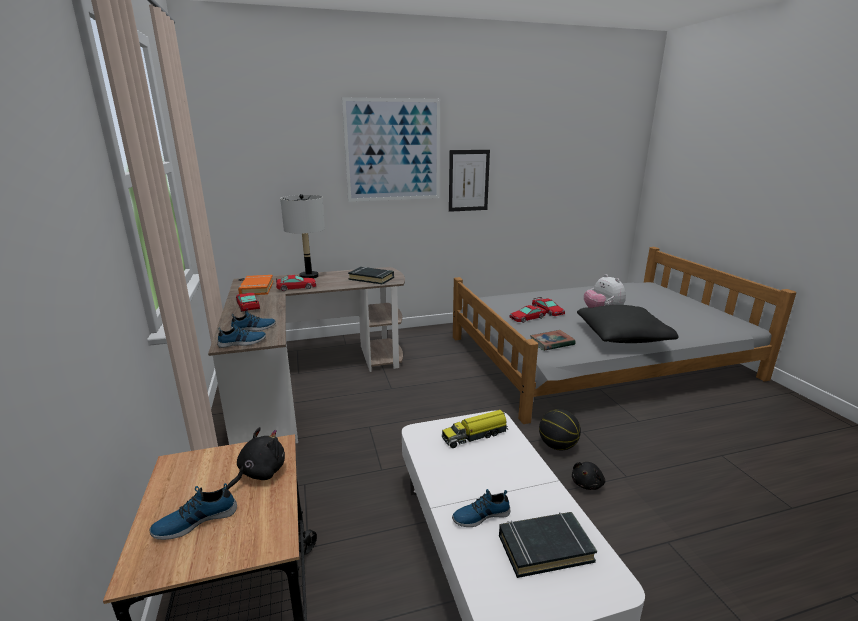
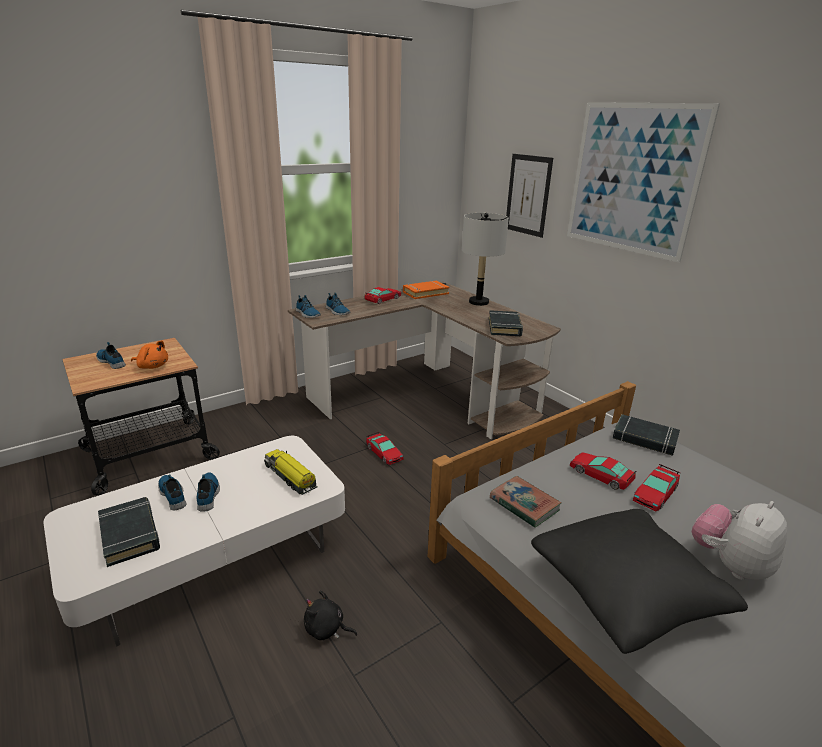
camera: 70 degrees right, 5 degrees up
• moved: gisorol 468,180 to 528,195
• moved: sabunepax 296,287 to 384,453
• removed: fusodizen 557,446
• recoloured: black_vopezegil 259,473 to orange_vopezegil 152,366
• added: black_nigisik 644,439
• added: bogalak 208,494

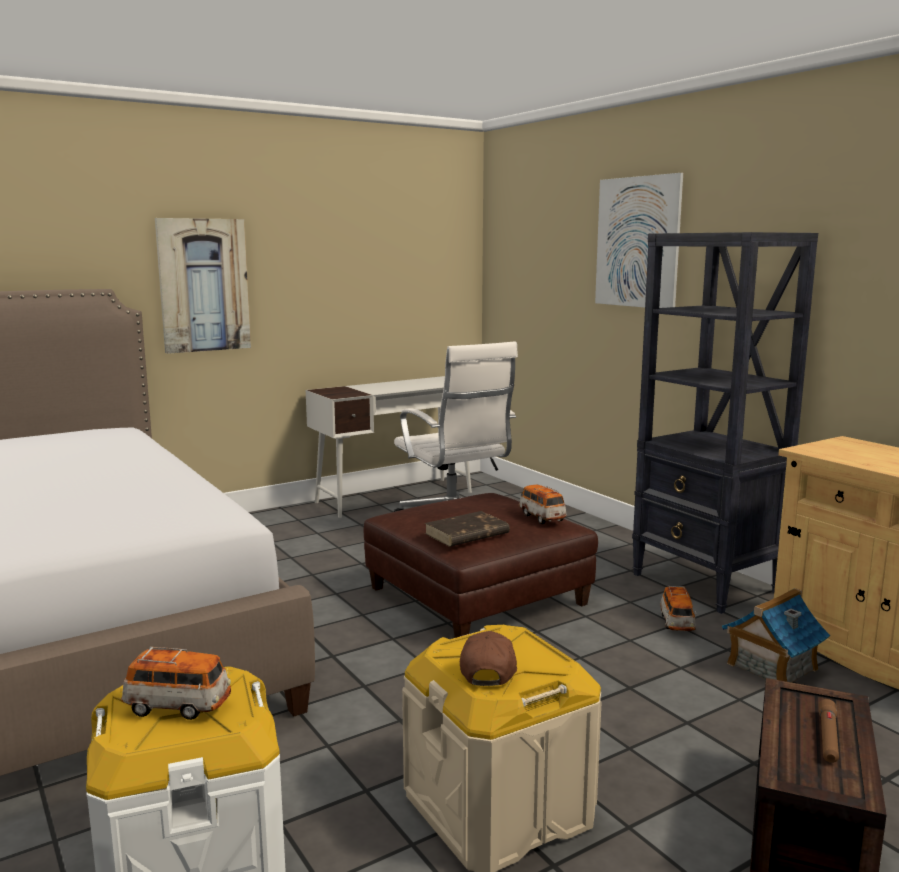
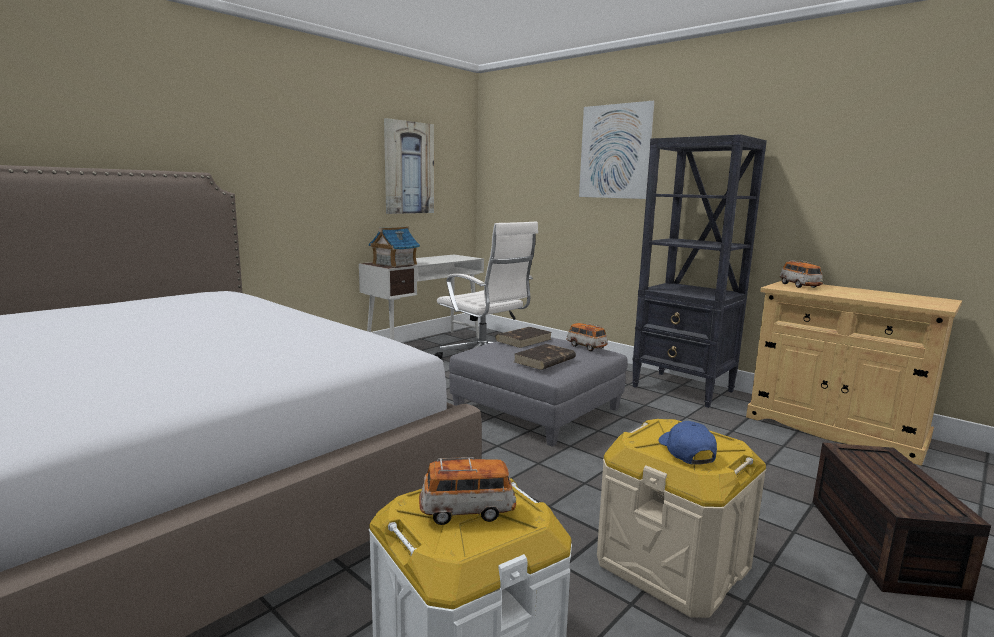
camera: 15 degrees left, 0 degrees up
• moved: gisorol 203,285 to 409,168
• recoloured: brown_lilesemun 477,596 to grey_lilesemun 537,410
• moved: sabunepax 677,623 to 799,286
• moved: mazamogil 771,666 to 394,264
• recoloured: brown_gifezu 488,669 to blue_gifezu 686,452
• removed: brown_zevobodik 828,738
• added: brown_nigisik 524,340

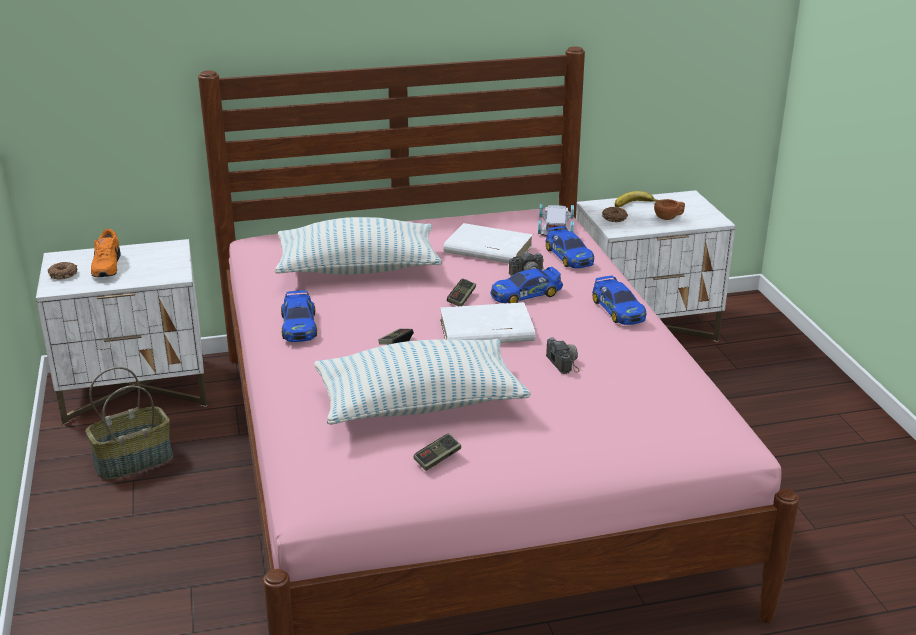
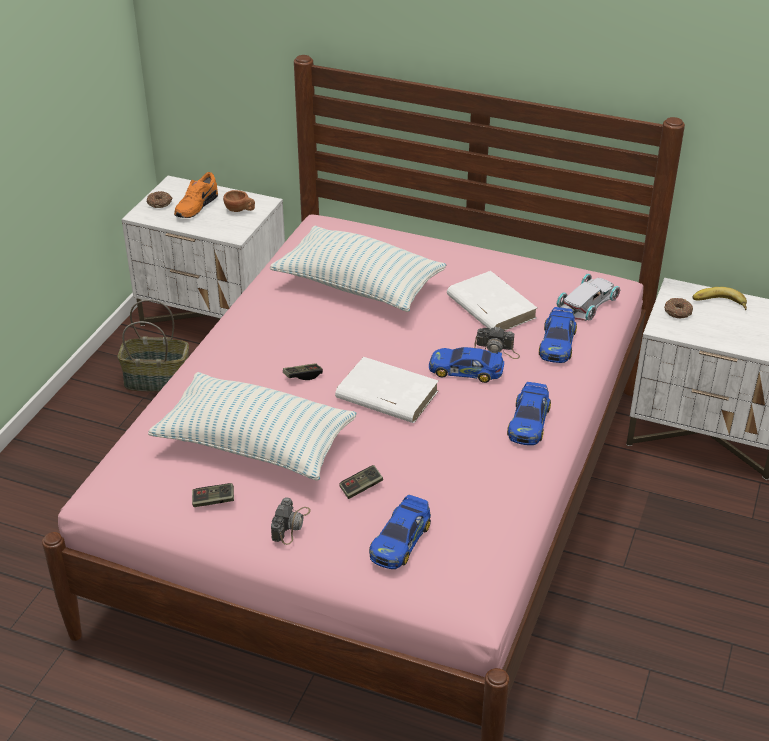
camera: 35 degrees right, 10 degrees up
• moved: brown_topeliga 669,218 to 240,210
• moved: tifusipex 461,298 to 361,487
• moved: sabunepax 299,325 to 400,540
• moved: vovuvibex 562,360 to 291,524

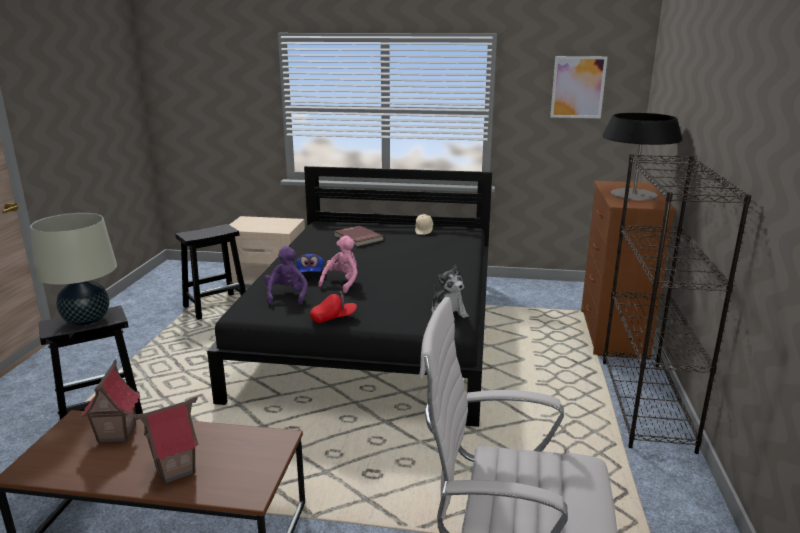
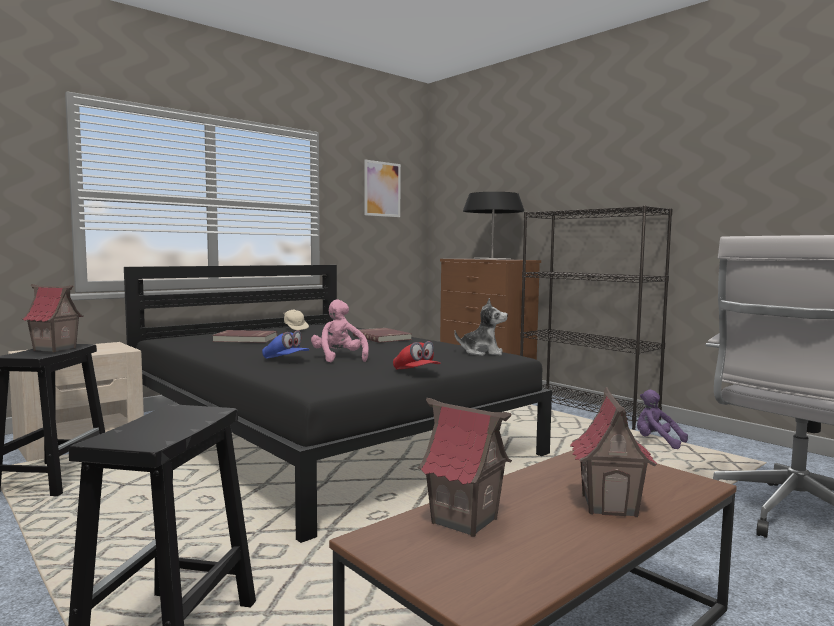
camera: 50 degrees left, 15 degrees down
• removed: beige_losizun 86,321
• moved: purple_vopezegil 287,296 to 656,442
• turned: red_gifezu 333,318 = 416,372 120 degrees clockwise
• added: mazamogil 54,349
• added: red_nigisik 382,337

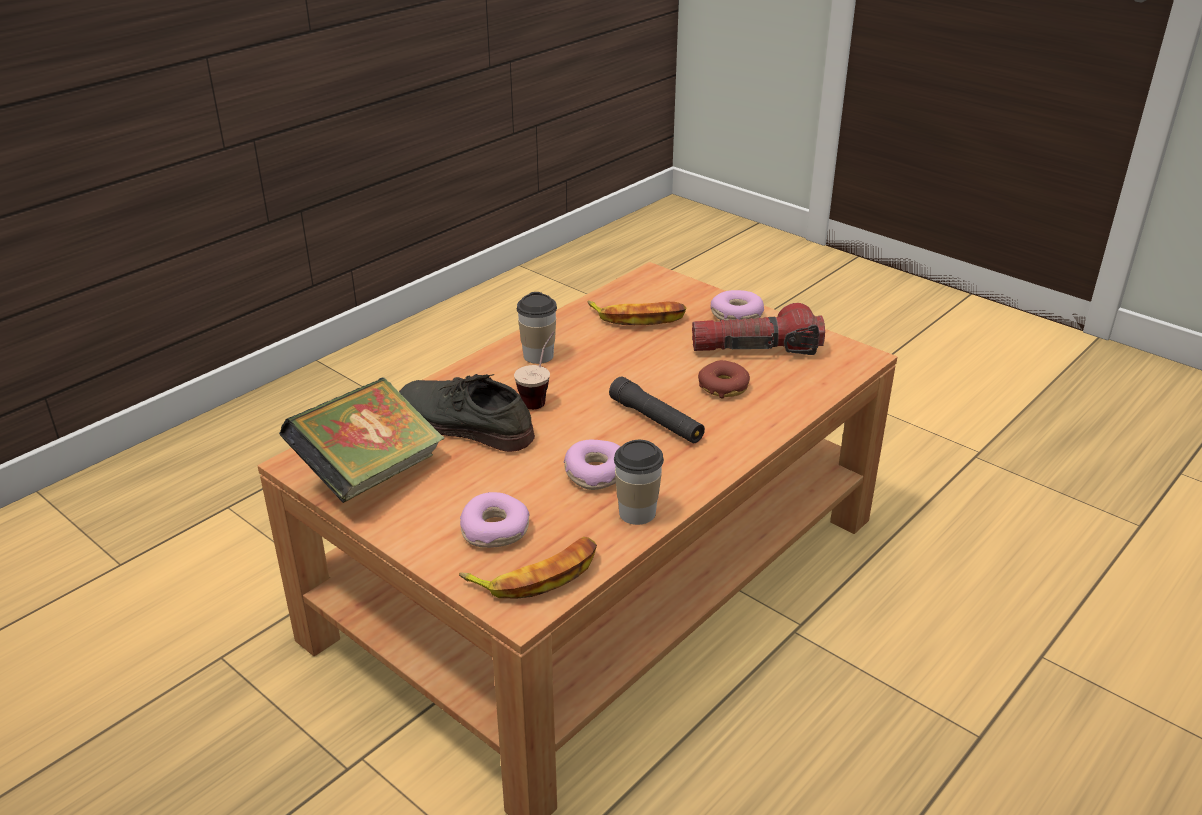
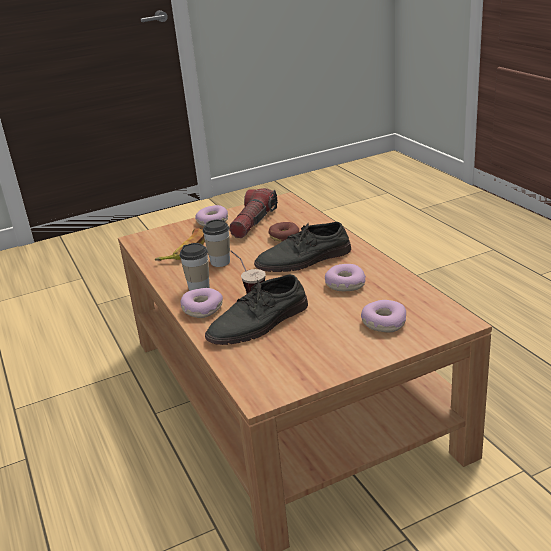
camera: 65 degrees left, 5 degrees down
• replaced: black_zevobodik 656,420 to grey_bogalak 304,260
• removed: nigisik 370,474
• moved: topeliga 637,513 to 220,262
• removed: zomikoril 536,575
• added: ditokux 202,309

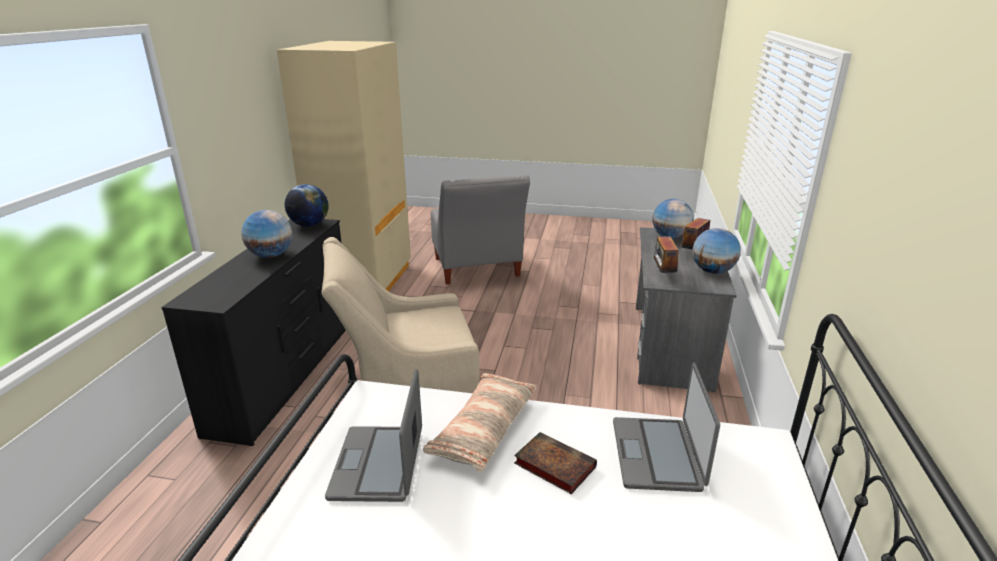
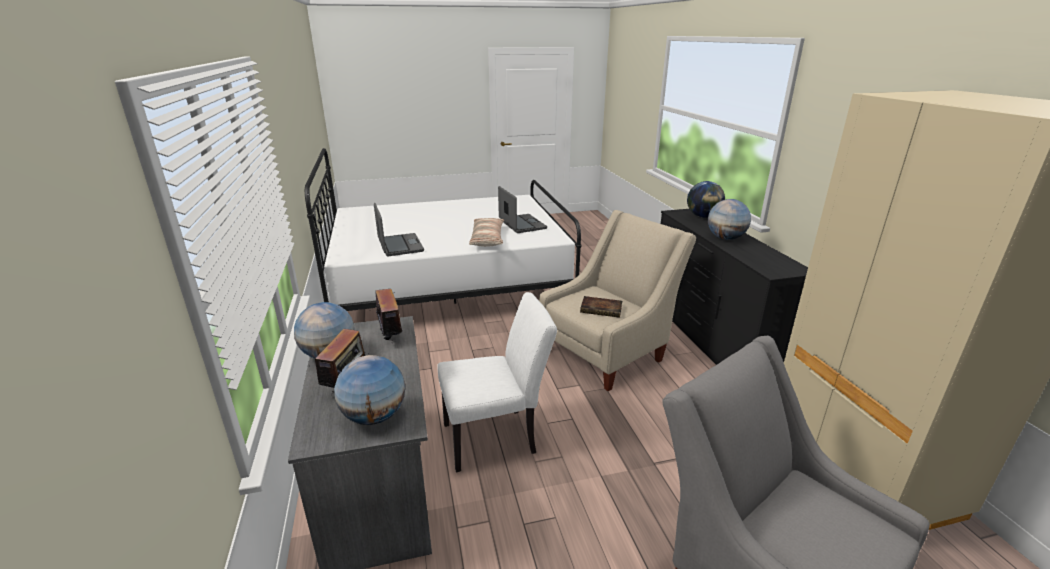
camera: 155 degrees right, 0 degrees up
• moved: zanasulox 309,225 to 703,216
• moved: nigisik 552,465 to 602,309
• added: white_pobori 497,437

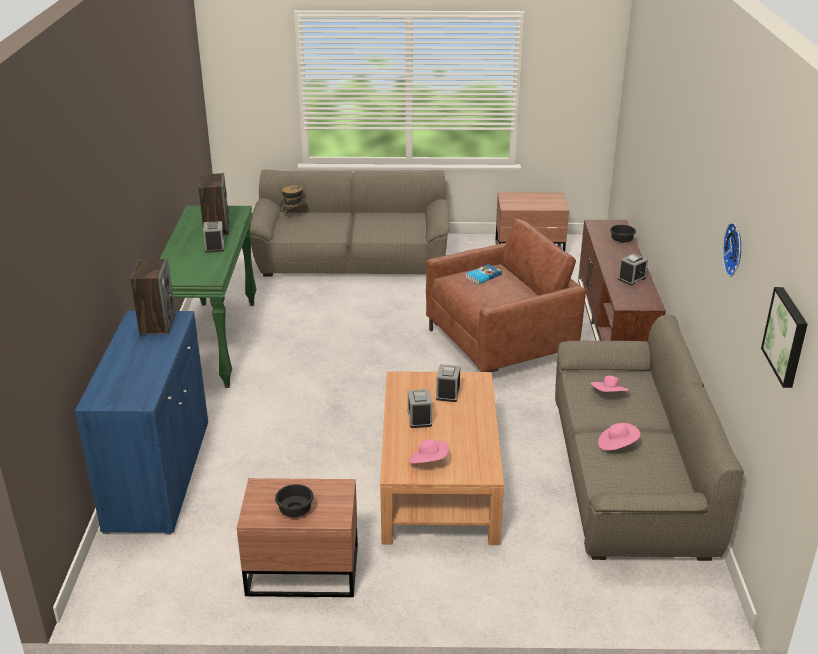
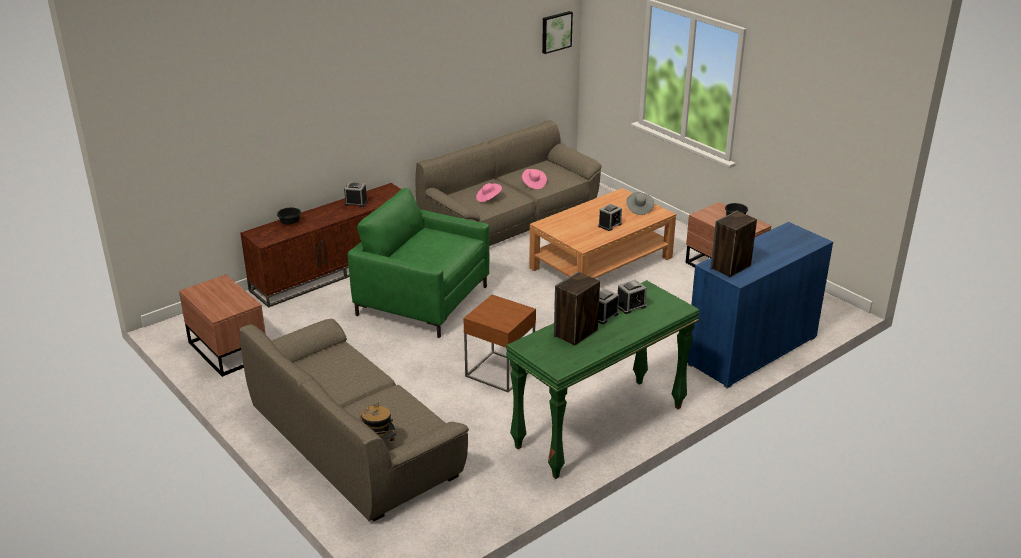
camera: 130 degrees left, 0 degrees up
• recoloured: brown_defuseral 500,345 to green_defuseral 422,301
• removed: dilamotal 735,249
• removed: nigisik 482,276
• moved: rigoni 448,393 to 631,306
• recoloured: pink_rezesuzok 428,461 to grey_rezesuzok 639,209
• added: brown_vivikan 500,371

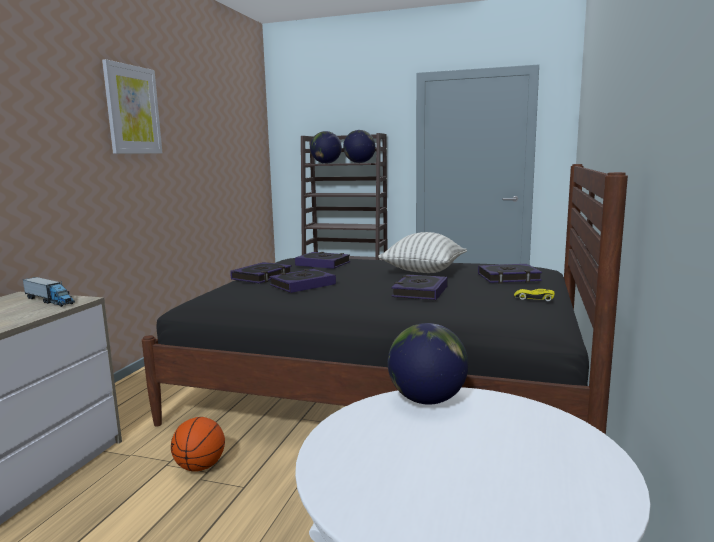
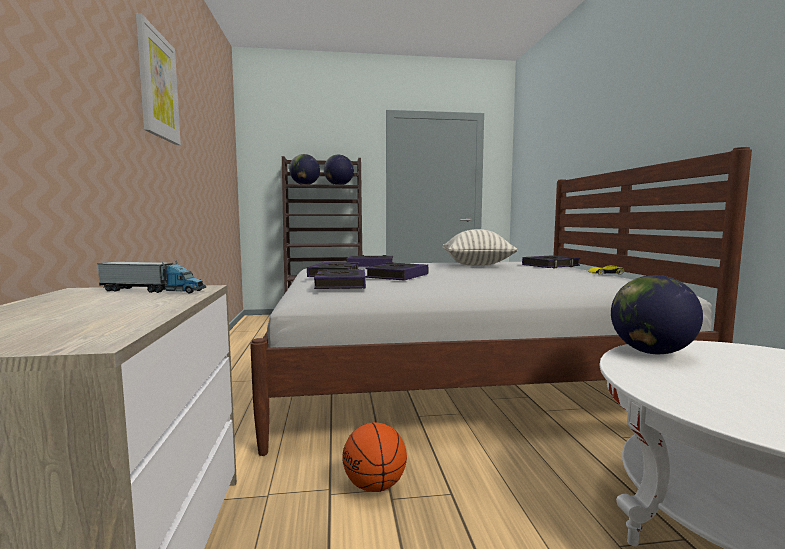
camera: 25 degrees left, 5 degrees down
• recoloured: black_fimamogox 386,386 to white_fimamogox 456,376
• moved: nigisik 420,292 to 340,284

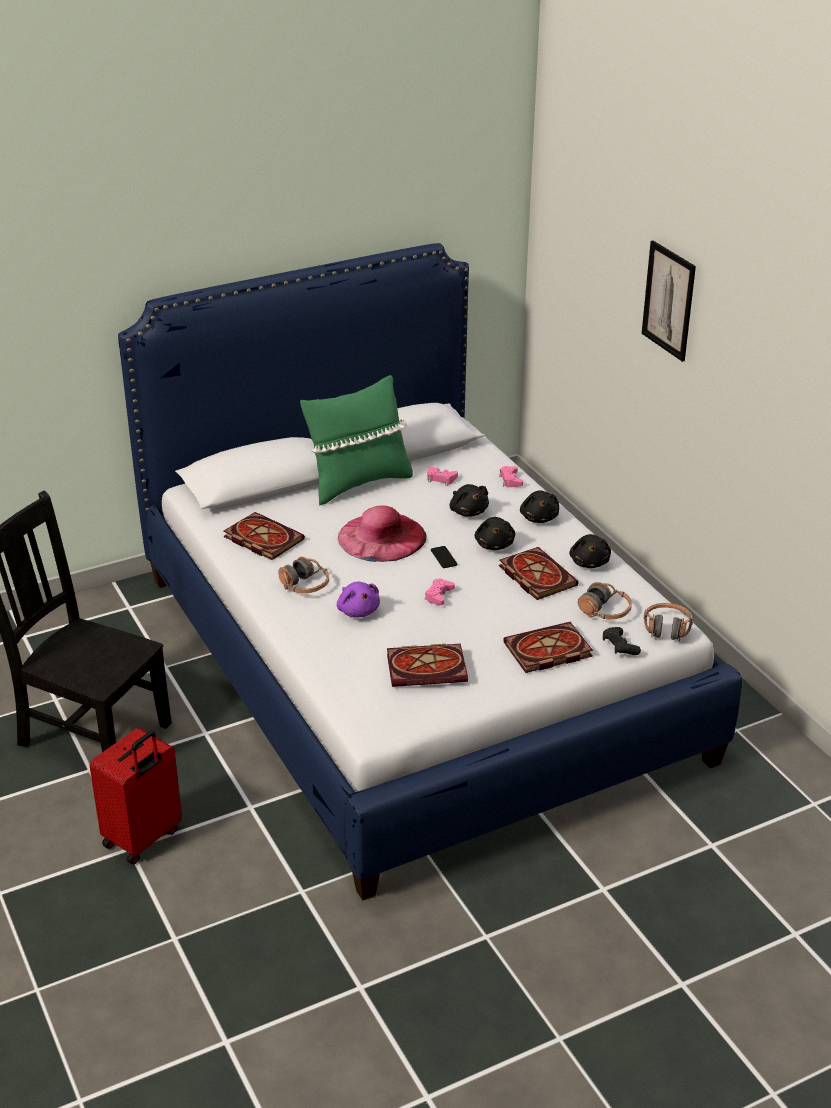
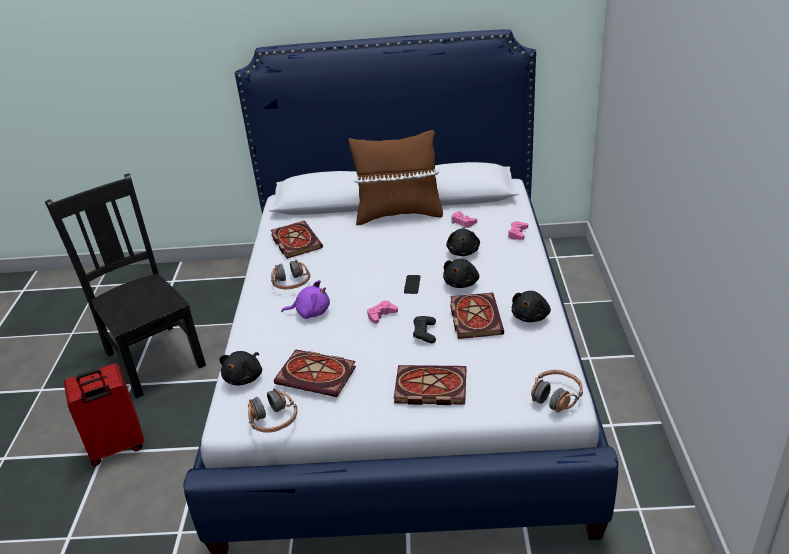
camera: 30 degrees right, 0 degrees up
• removed: gisorol 668,300
• recoloured: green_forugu 358,483 to brown_forugu 398,214
• moved: black_vopezegil 539,517 to 245,377
• removed: pink_rezesuzok 381,537
• turned: purple_vopezegil 358,610 = 310,312 90 degrees counterclockwise
• moved: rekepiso 605,611 to 273,420
• moved: black_tifusipex 619,646 to 424,333

